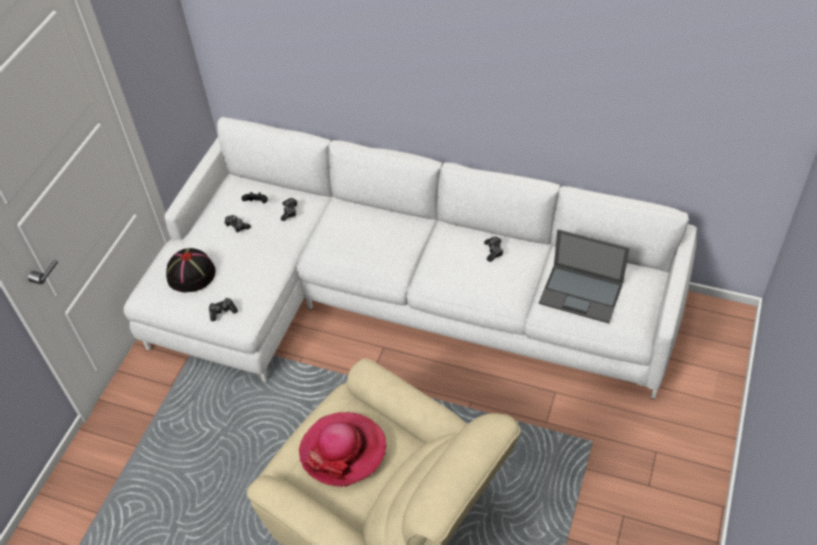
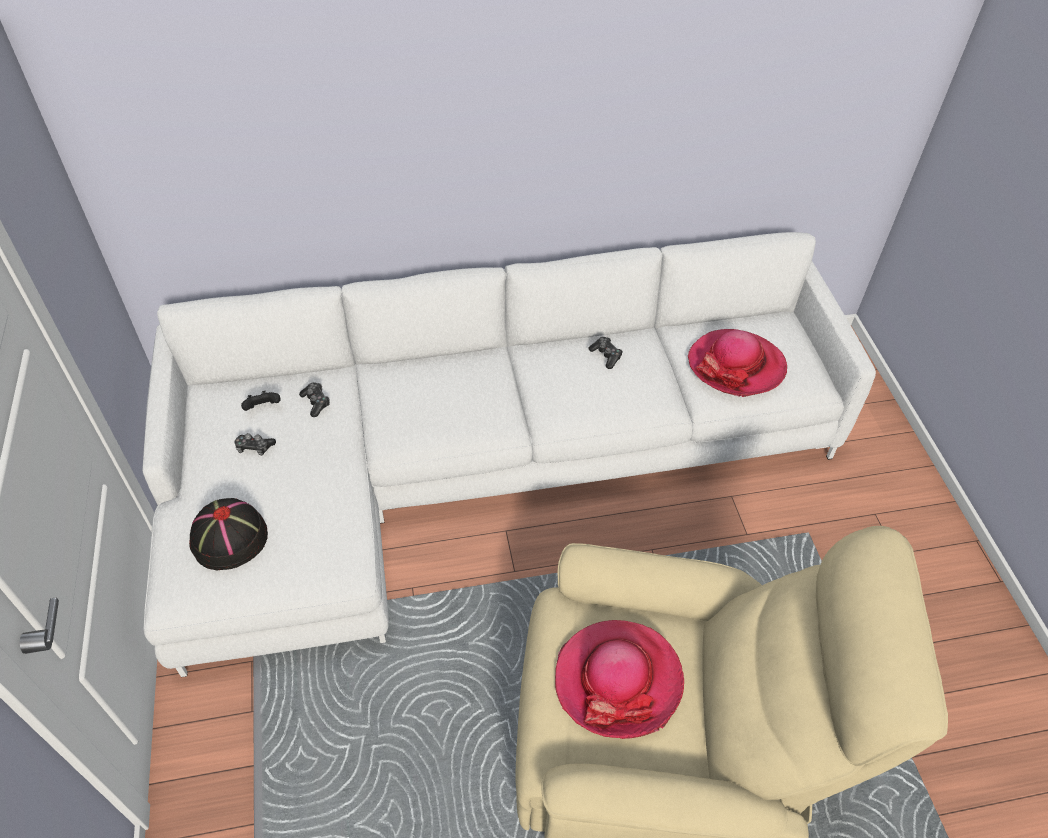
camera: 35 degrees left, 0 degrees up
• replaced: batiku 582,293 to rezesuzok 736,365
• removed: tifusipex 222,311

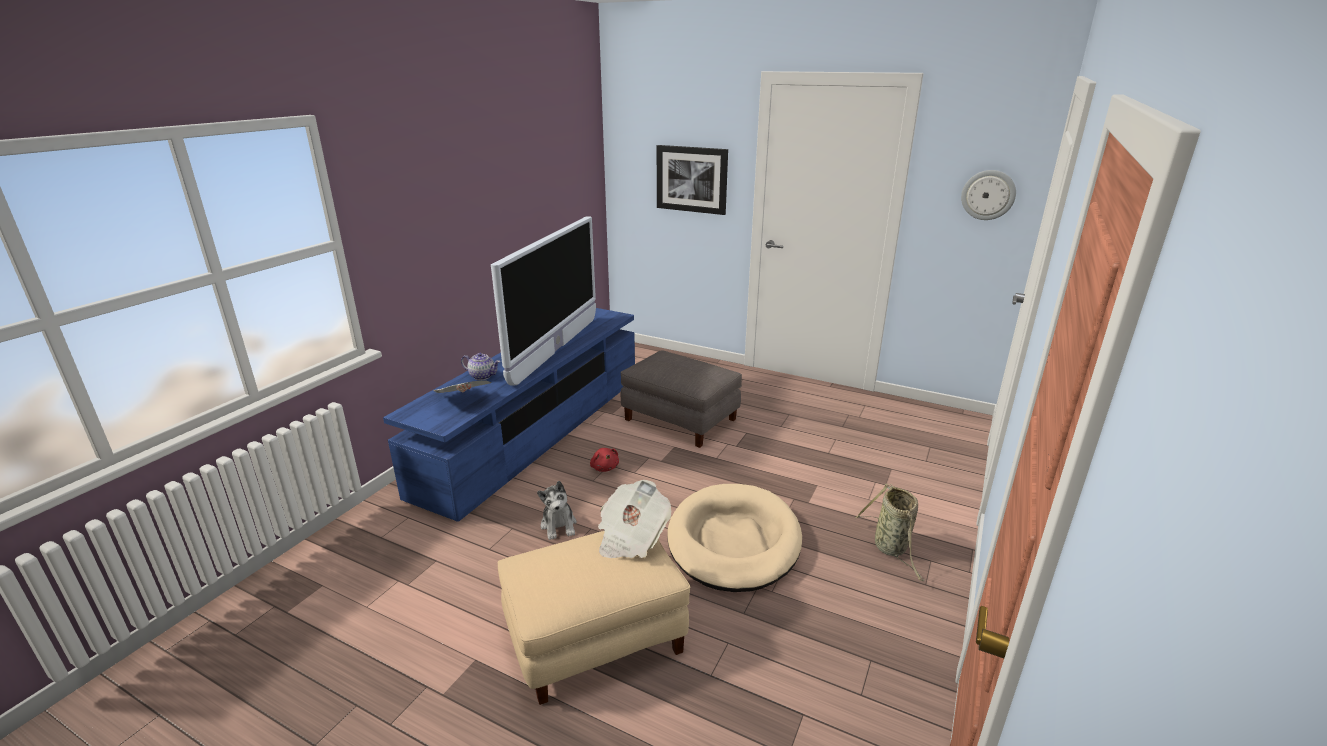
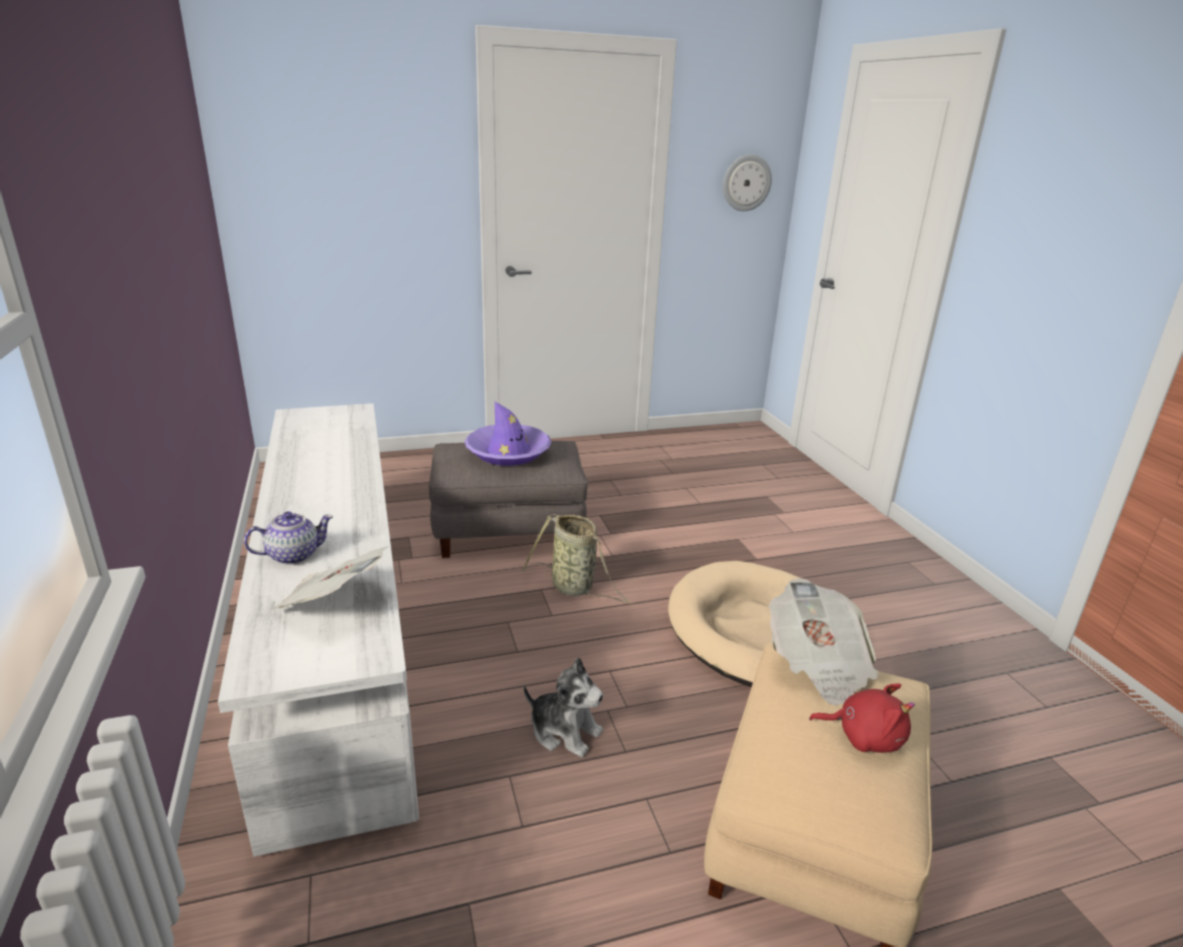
camera: 45 degrees left, 0 degrees up
• removed: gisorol 691,179
• removed: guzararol 556,349
• recoloured: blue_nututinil 536,432 to white_nututinil 338,628
• moved: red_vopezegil 604,467 to 864,736
• moved: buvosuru 891,548 to 575,588
• added: purple_rezesuzok 508,452

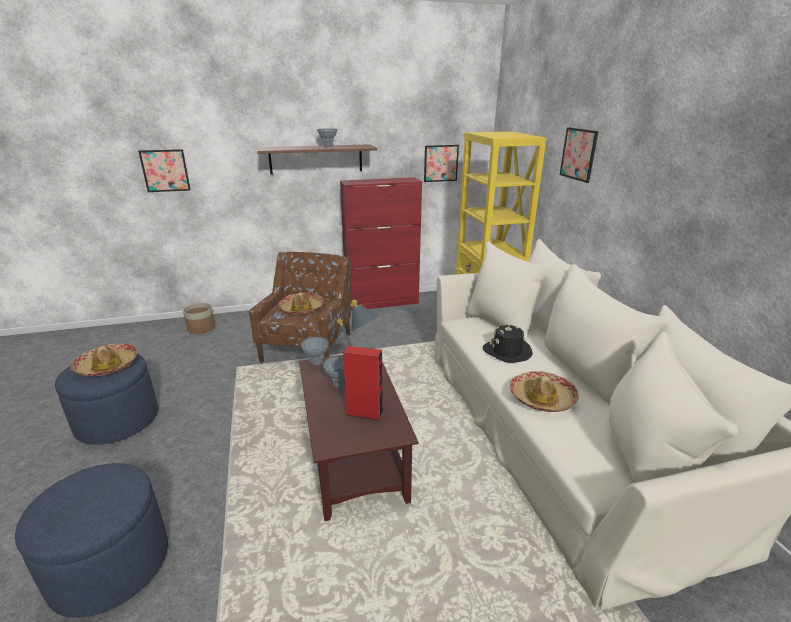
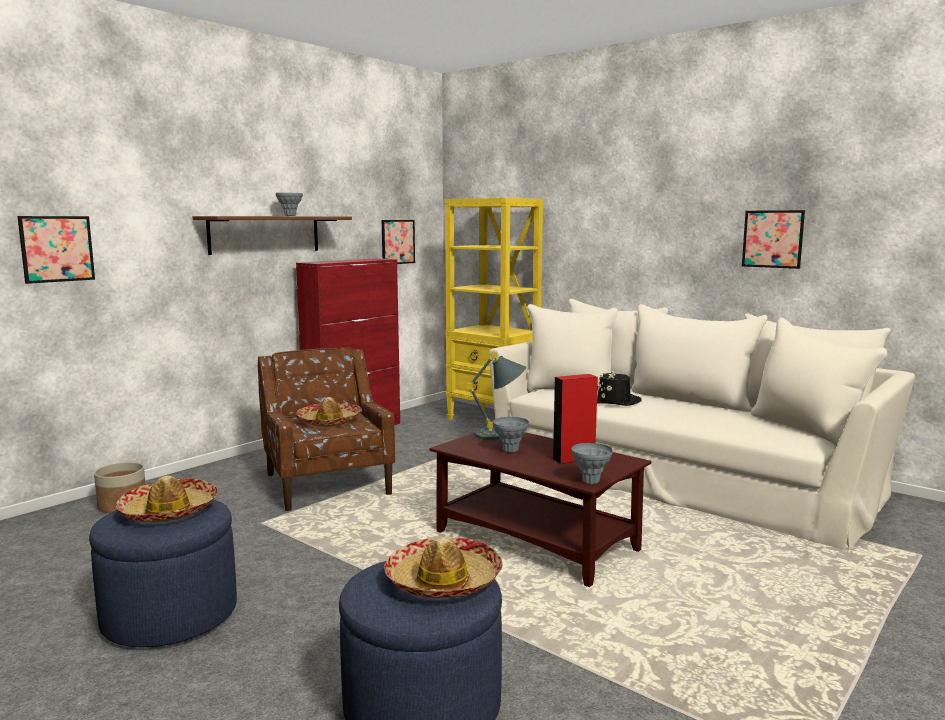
camera: 35 degrees left, 15 degrees down
• moved: gisorol 578,154 to 772,239
• moved: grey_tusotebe 316,363 to 590,482
• moved: rezesuzok 542,398 to 443,581

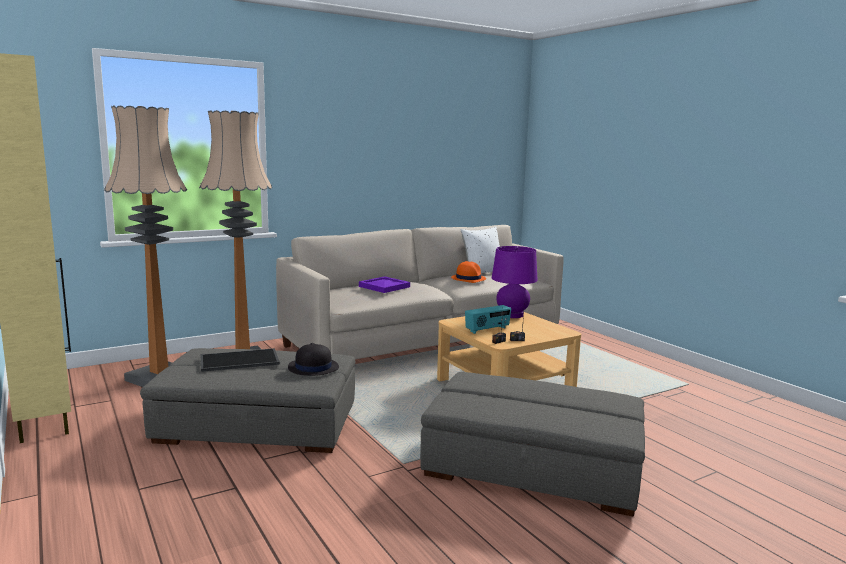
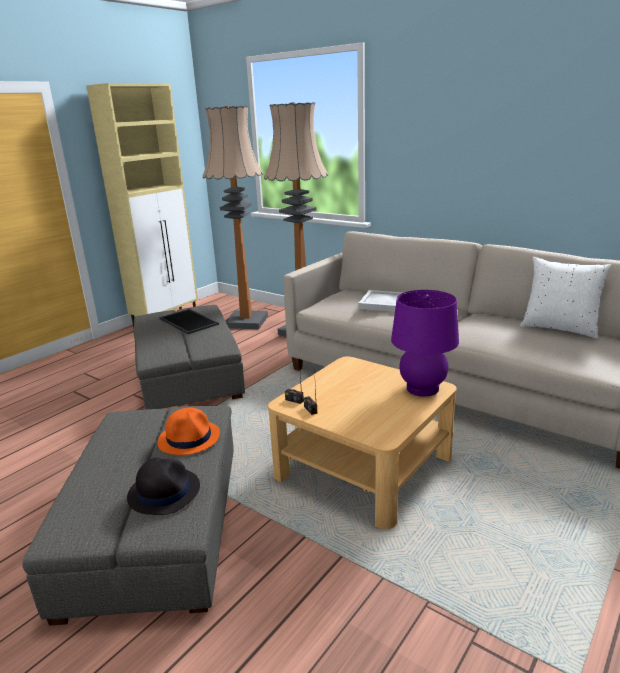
camera: 70 degrees right, 10 degrees up
• moved: orange_rezesuzok 468,278 to 189,438
• recoloured: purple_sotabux 383,287 to white_sotabux 383,303
• removed: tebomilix 487,330
• moved: black_rezesuzok 313,368 to 164,491

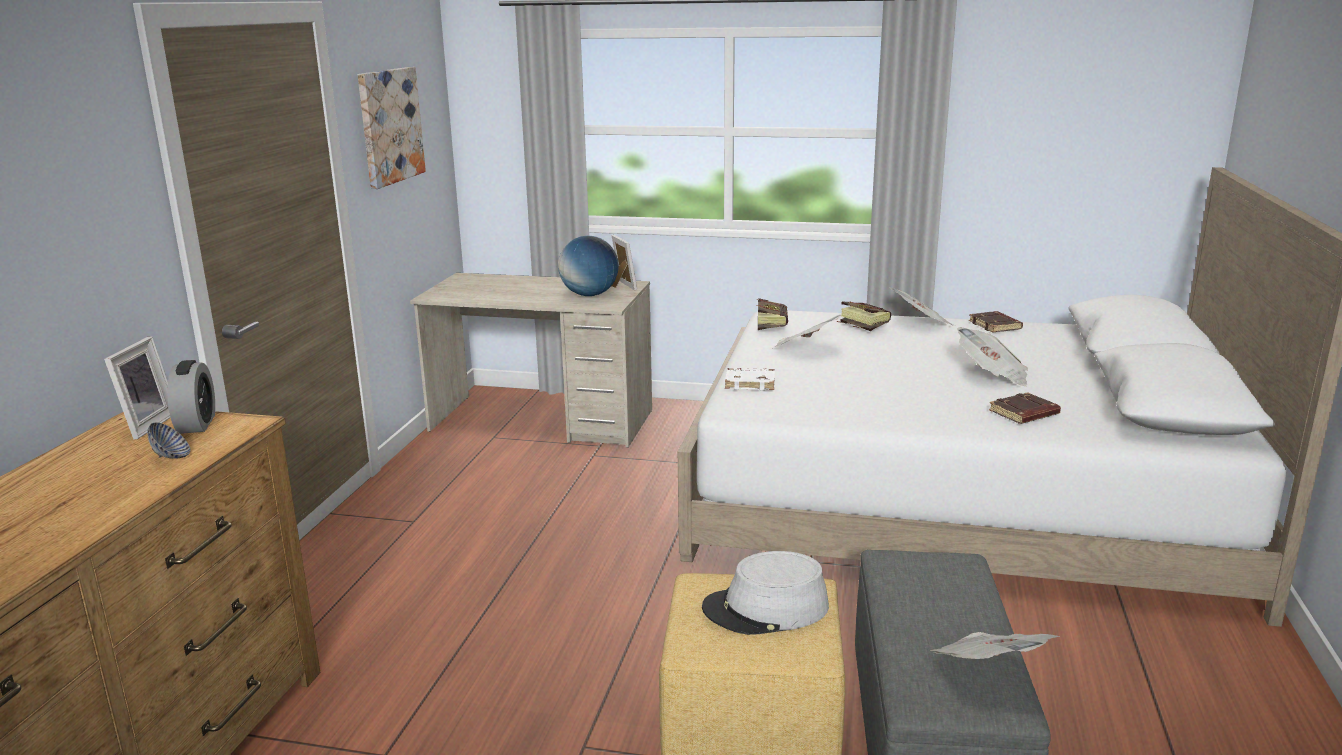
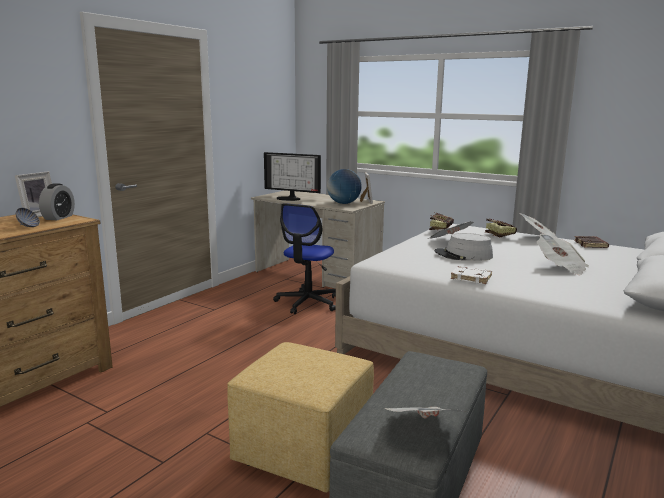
camera: 20 degrees right, 5 degrees down
• removed: gisorol 389,126
• moved: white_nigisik 750,383 to 471,278
• removed: brown_nigisik 1024,414
• moved: grey_rezesuzok 766,609 to 463,255
• added: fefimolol 289,198
• added: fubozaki 307,303

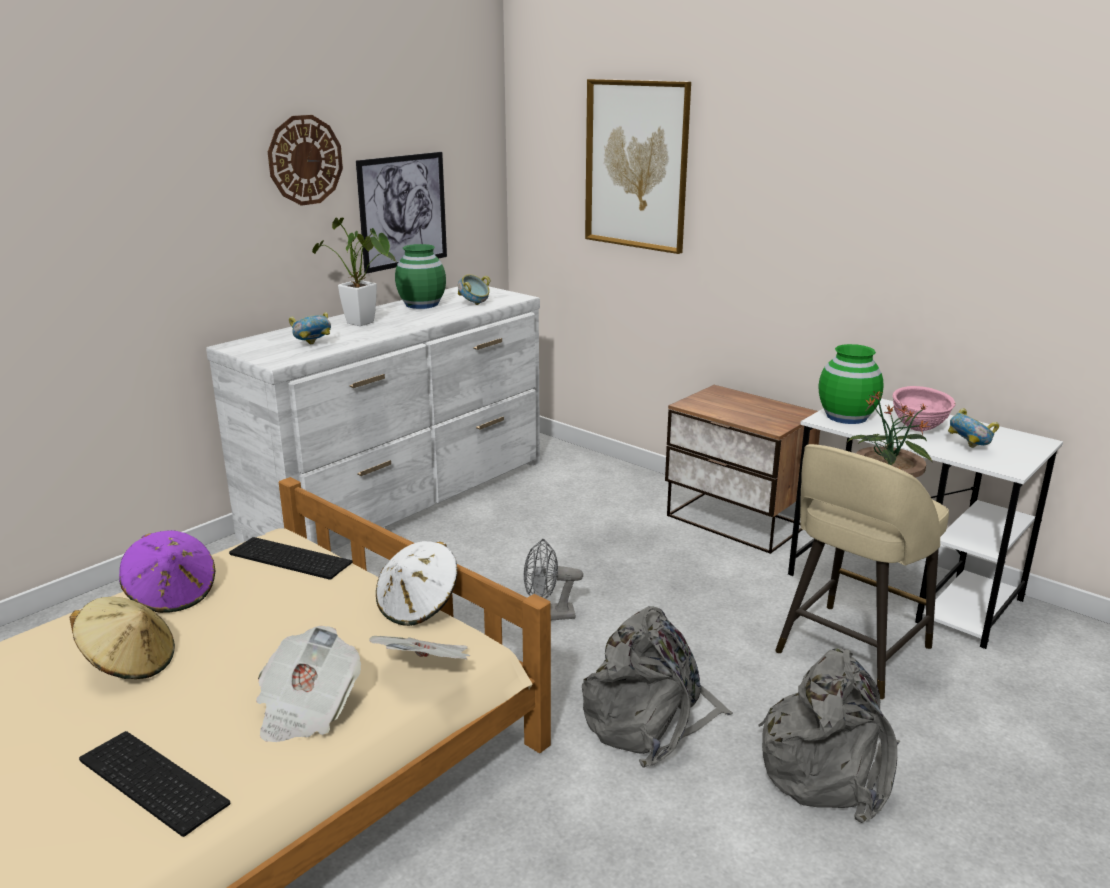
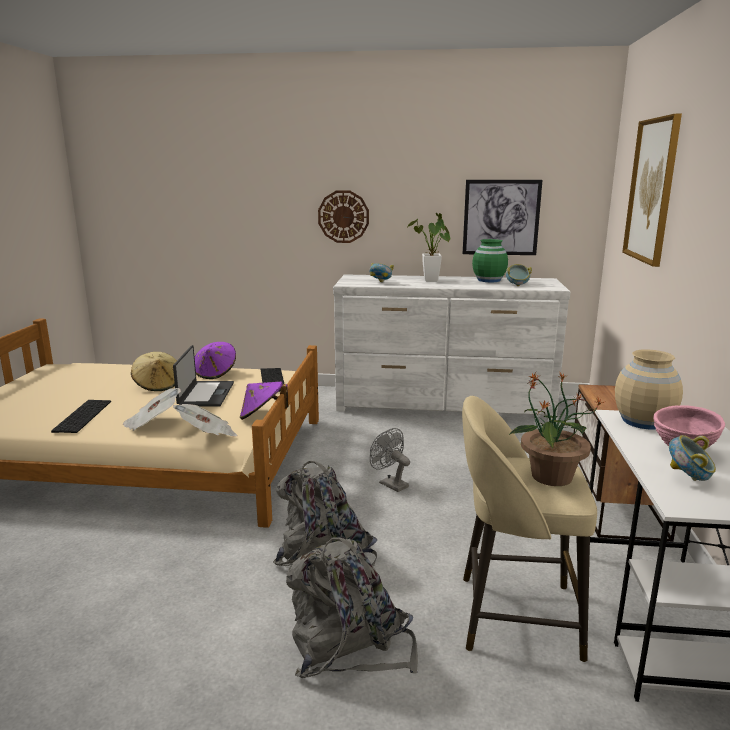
camera: 55 degrees right, 5 degrees down
• moved: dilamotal 305,160 to 343,216
• recoloured: green_tusotebe 847,417 to beige_tusotebe 643,421
• recoloured: white_rezesuzok 418,606 to purple_rezesuzok 262,416
• added: batiku 205,394

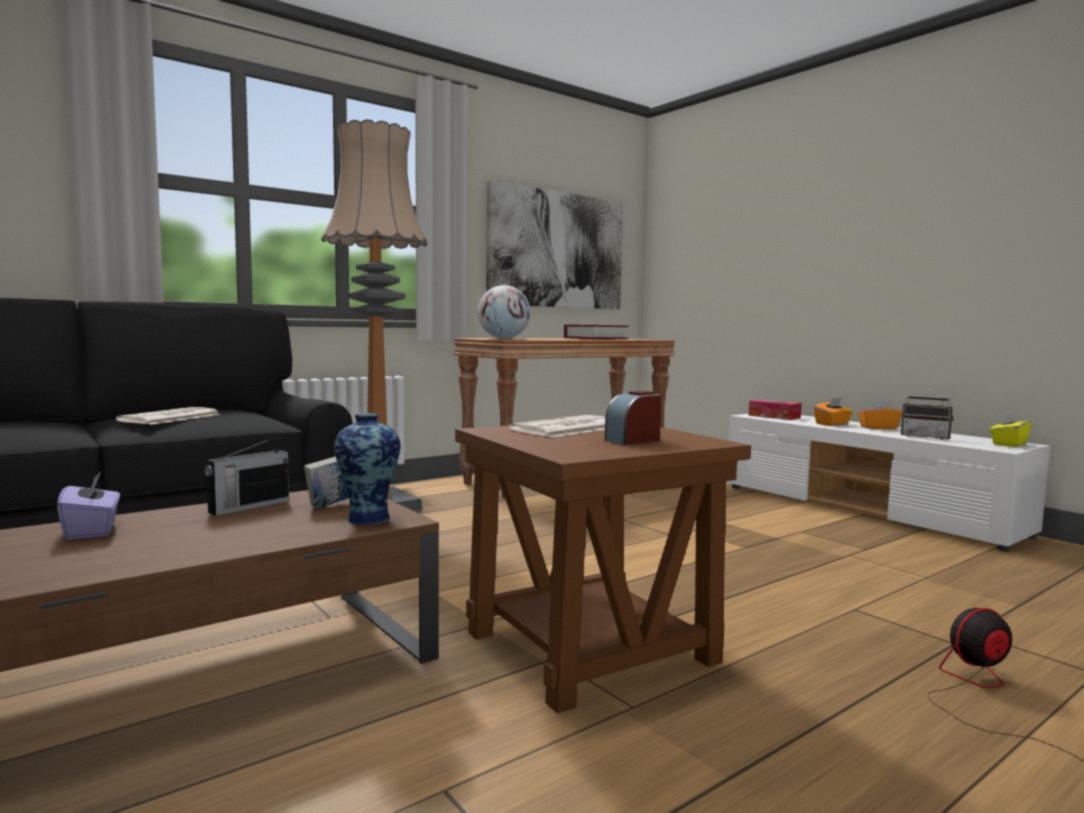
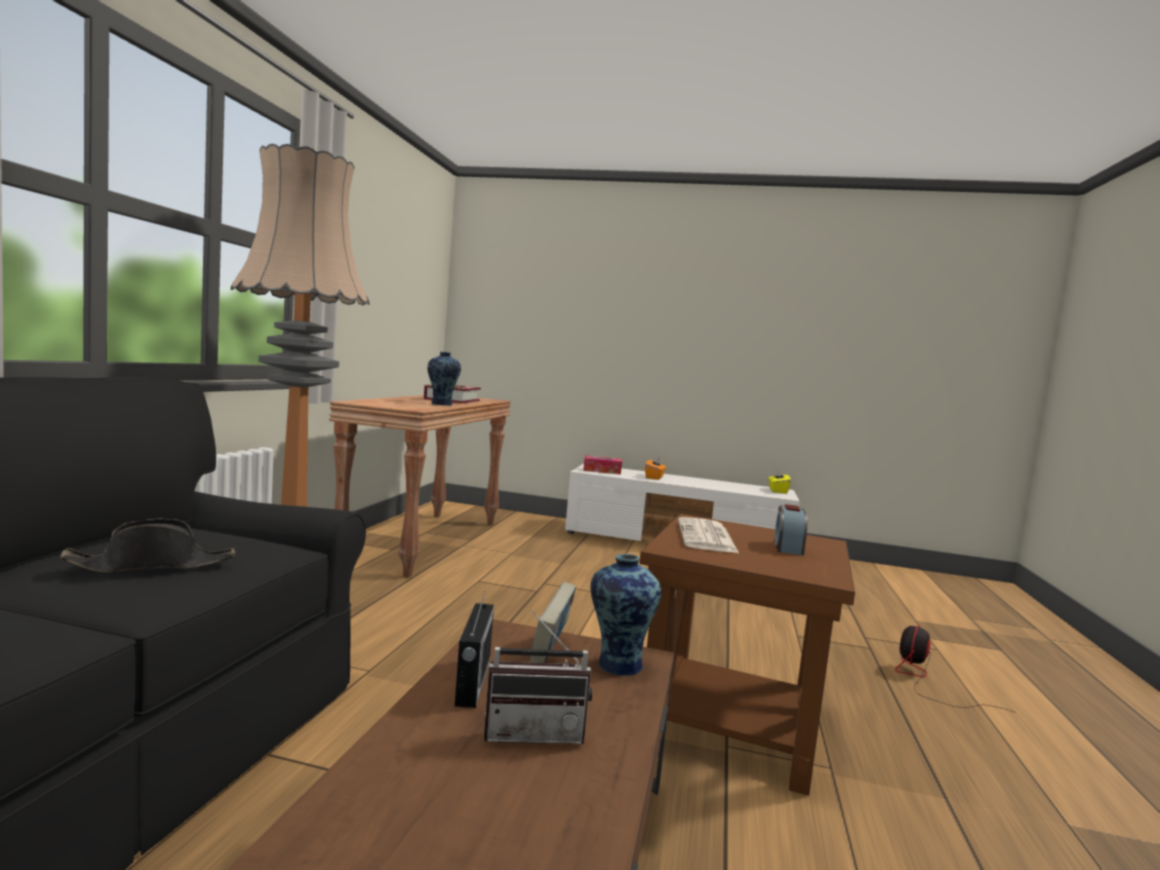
camera: 40 degrees left, 0 degrees up
• removed: gisorol 557,250
• removed: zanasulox 503,338
• moved: tebomilix 926,437 to 534,732
• removed: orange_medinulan 878,428
• replaced: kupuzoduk 170,418 to black_rezesuzok 153,564
• removed: purple_medinulan 92,530
• added: tusotebe 441,404

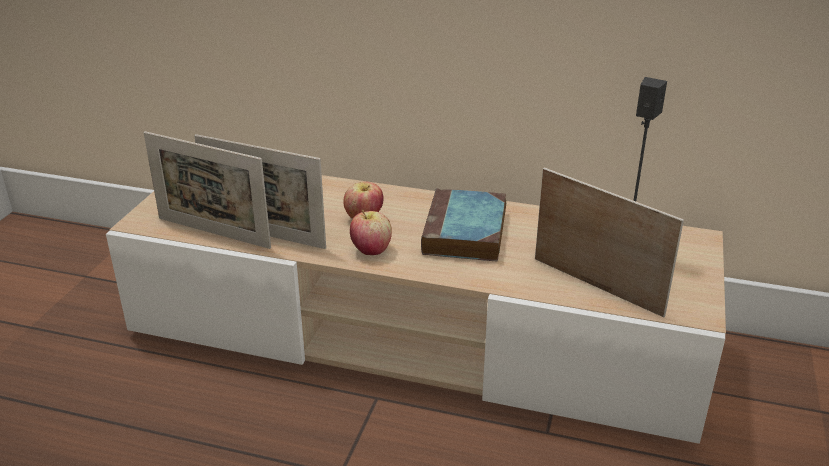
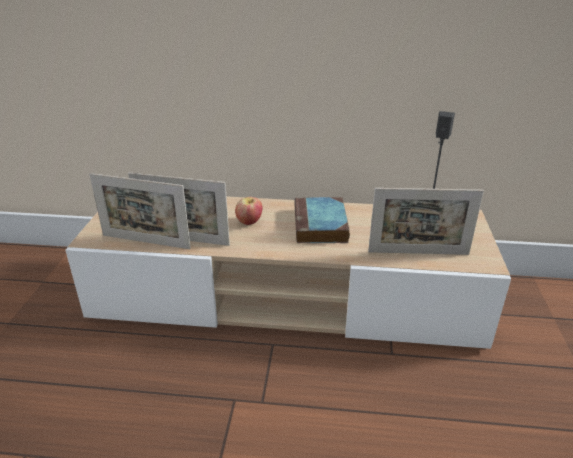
camera: 10 degrees left, 0 degrees up
• turned: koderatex 596,286 = 418,253 150 degrees clockwise
• removed: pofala 371,250

